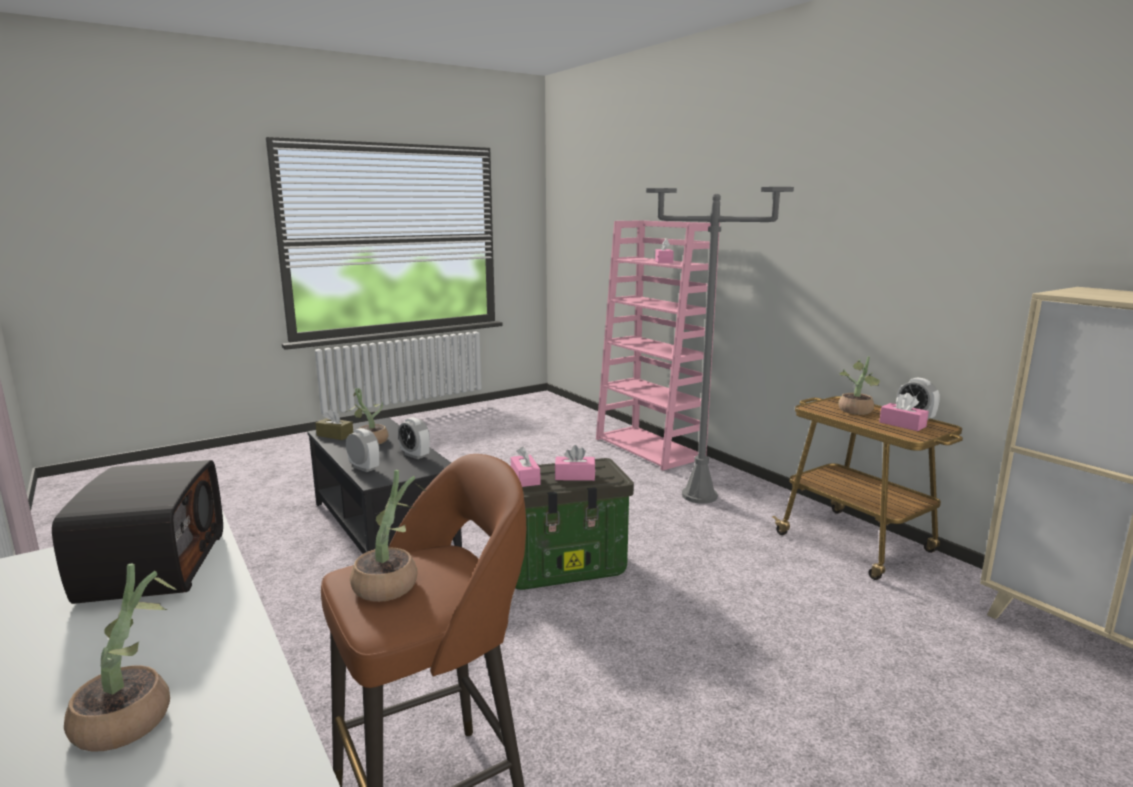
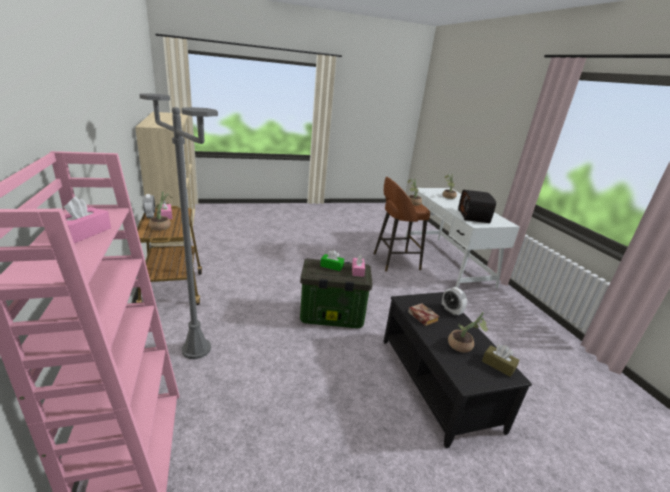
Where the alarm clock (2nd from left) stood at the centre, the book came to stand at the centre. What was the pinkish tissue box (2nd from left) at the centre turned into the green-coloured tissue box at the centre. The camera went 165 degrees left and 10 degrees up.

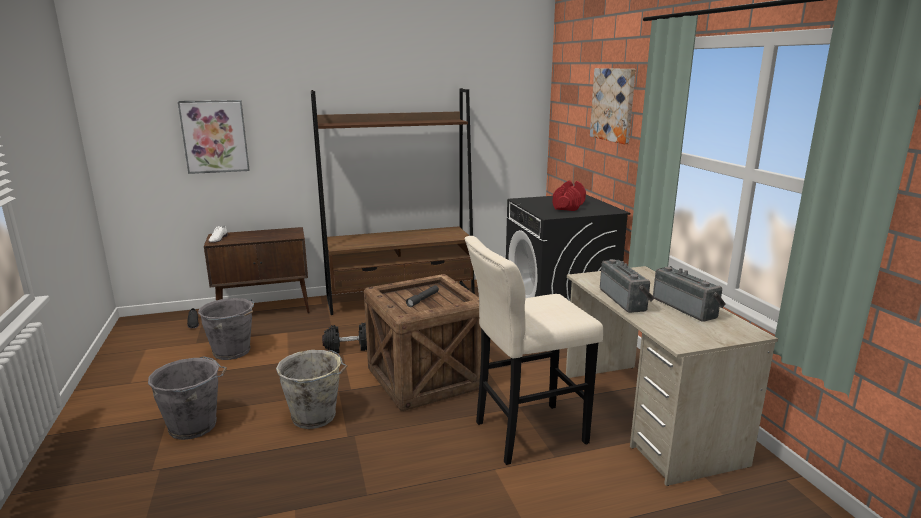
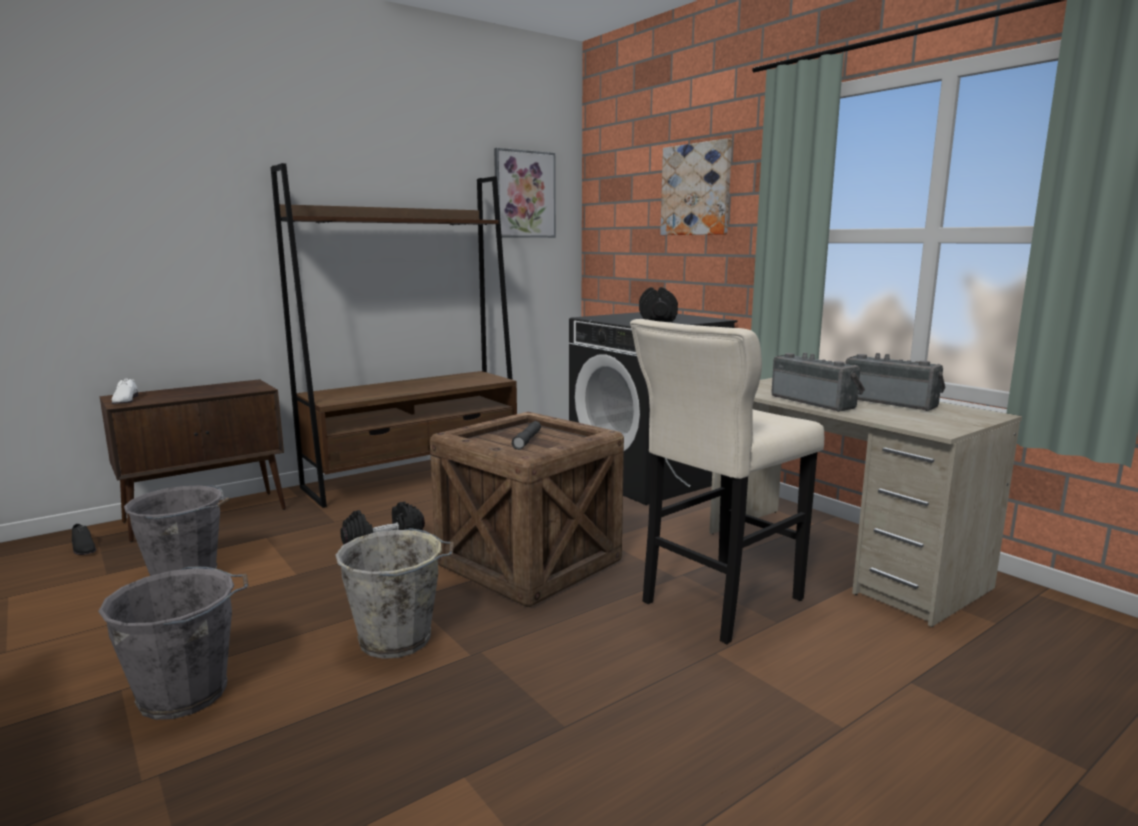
The picture (1st from left) ended up elsewhere, having gone from the top left to the top centre. What was the red-coloured free weight at the centre turned into the black-coloured free weight (2nd from left) at the centre. The camera went 20 degrees left and 5 degrees down.

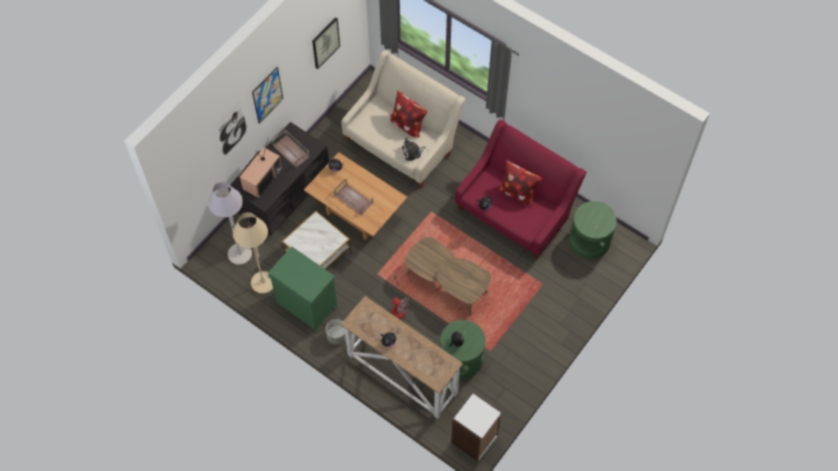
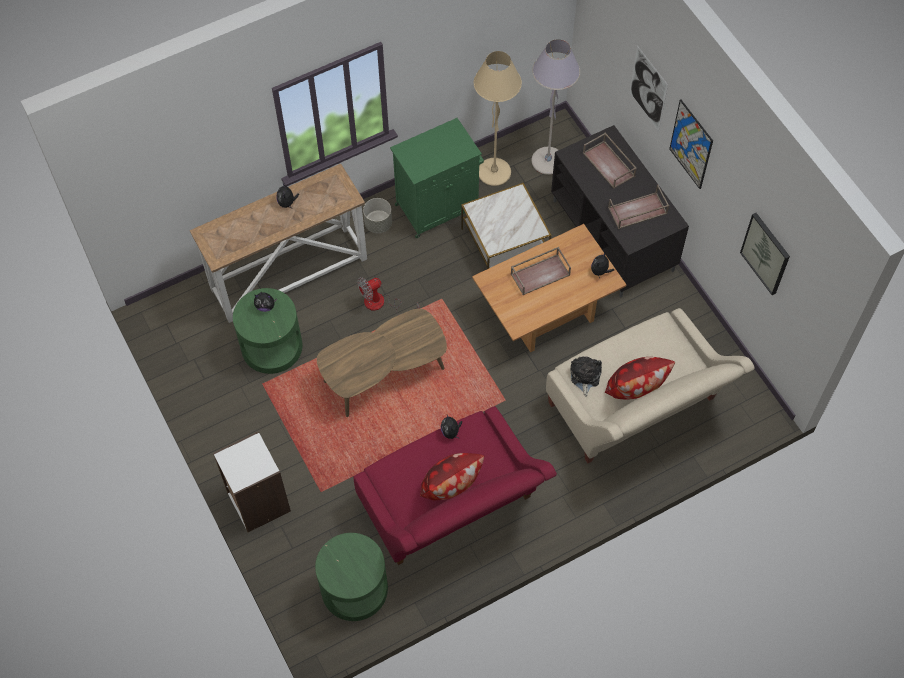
Where the television stood at the middle left, the brownish tray (2nd from left) came to stand at the top right. The white shelving unit ended up elsewhere, having gone from the bottom centre to the bottom left. The camera went 115 degrees right and 0 degrees up.

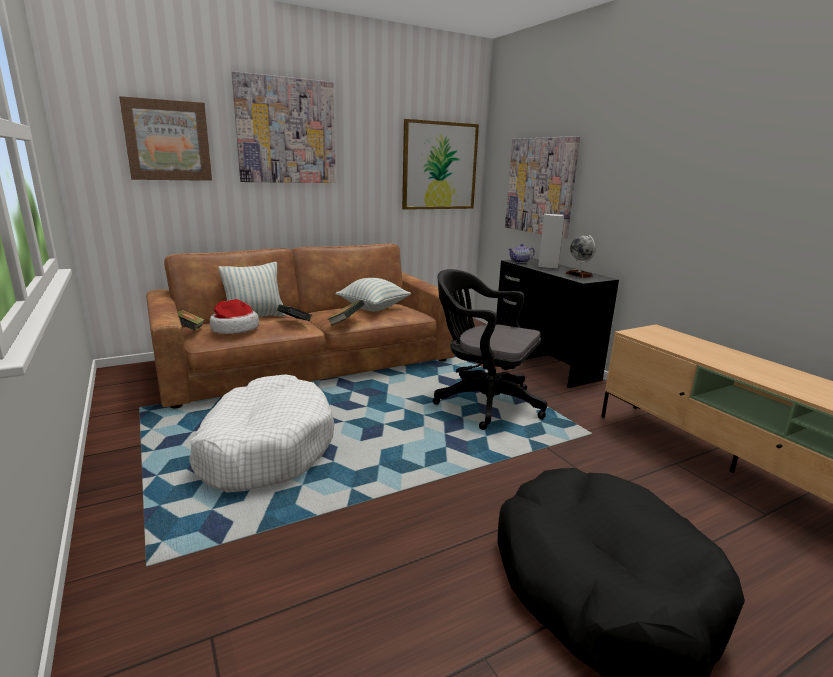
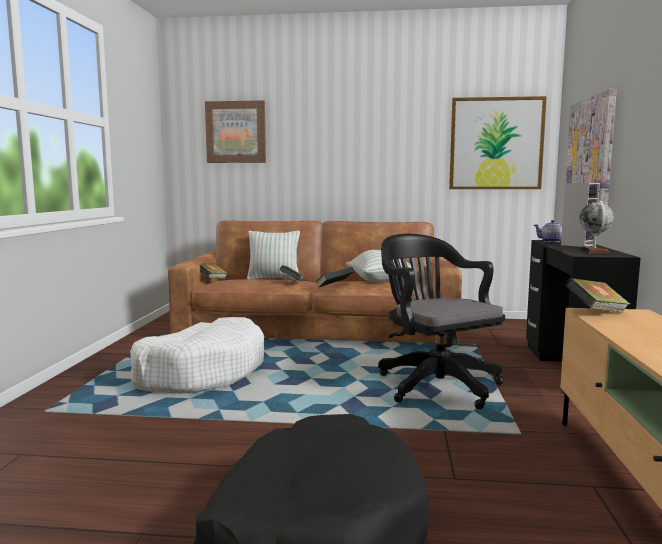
The second view lost the hat at the middle left. The second view lost the picture (2nd from left) at the top centre. The second view gained the book (4th from left) at the middle right. The camera went 35 degrees right and 10 degrees down.

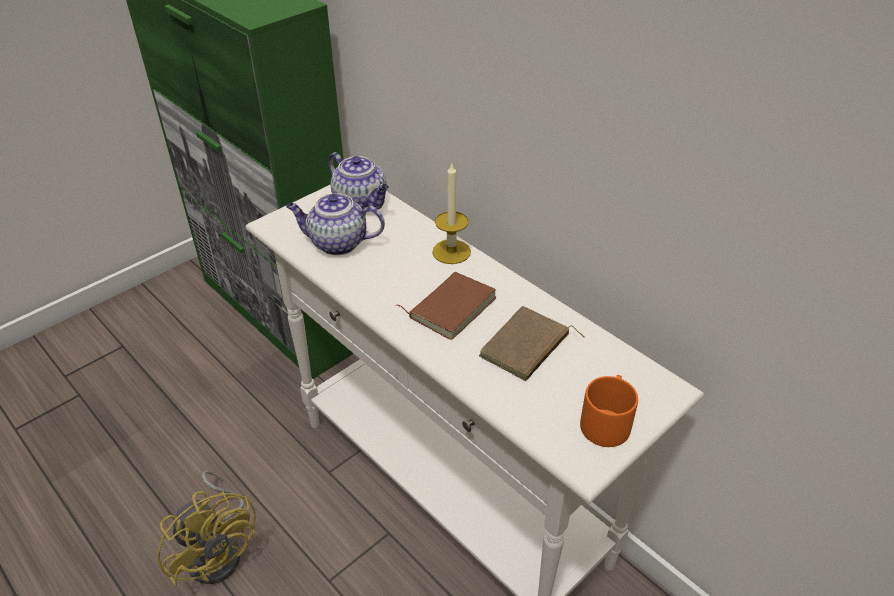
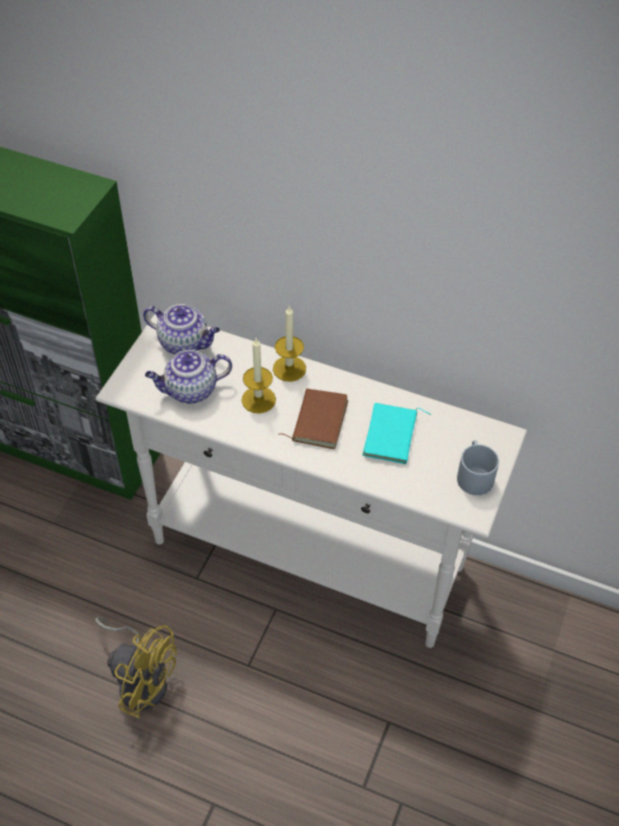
What was the brownish book (2nd from left) at the centre turned into the turquoise book at the centre. What was the orange tea mug at the bottom right turned into the greyish tea mug at the middle right. The second view gained the wax candle (1st from left) at the centre. The camera went 25 degrees left and 10 degrees up.

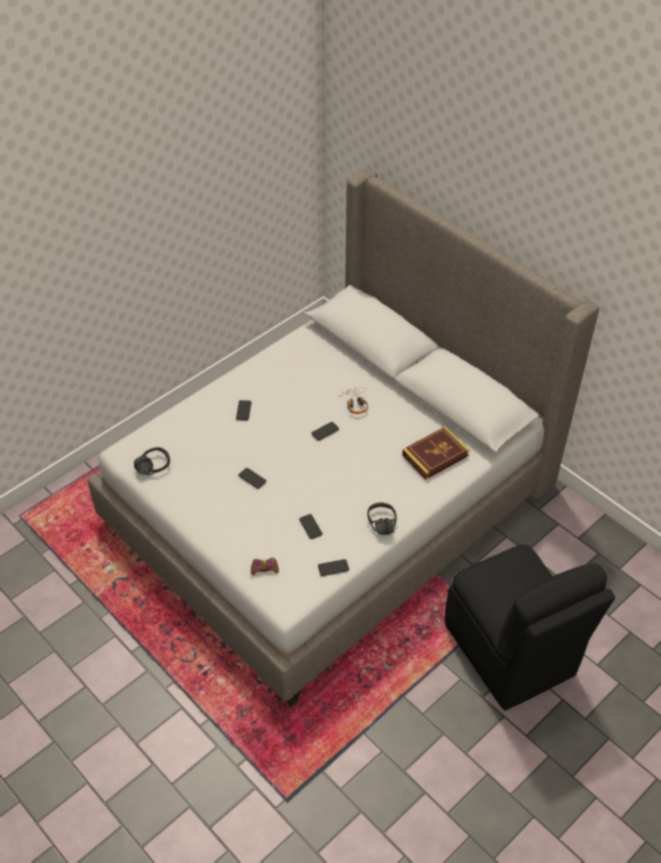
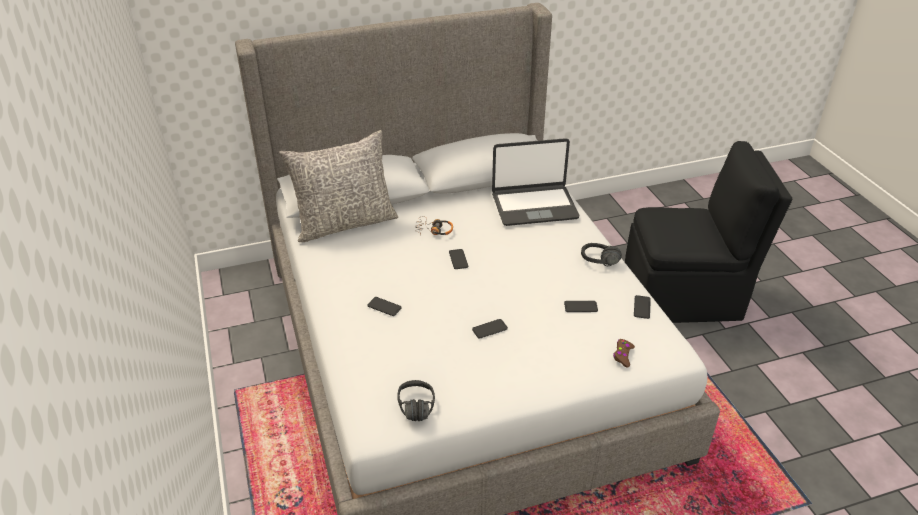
Where the book stood at the centre, the portable computer came to stand at the centre. The second view gained the greyish throw pillow at the centre. The camera went 65 degrees left and 10 degrees down.

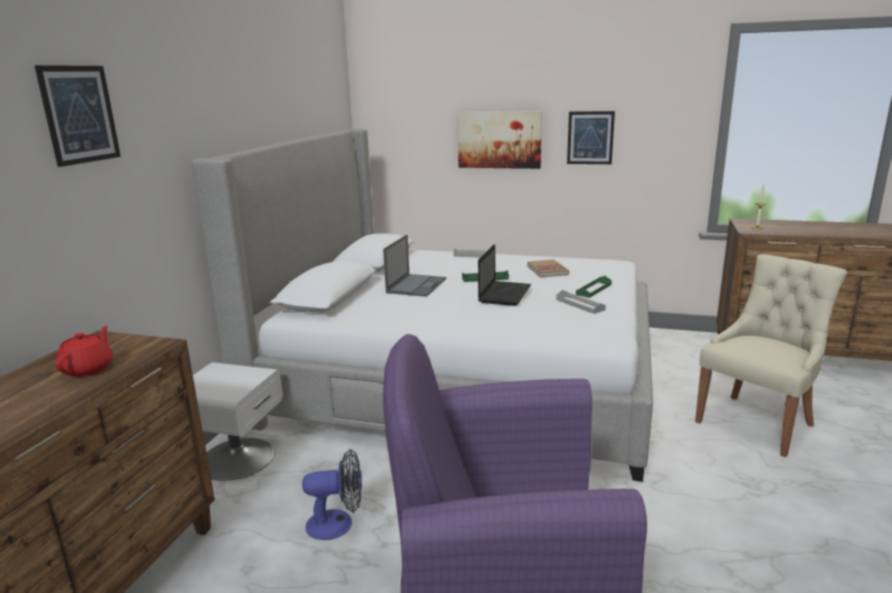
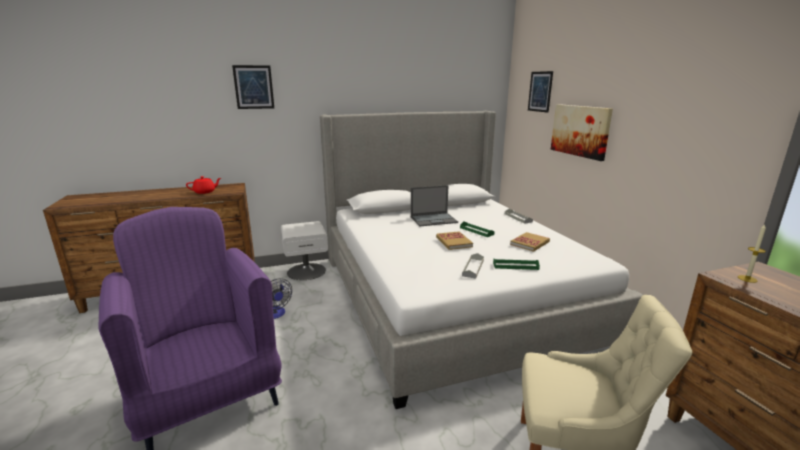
Where the portable computer (2nd from left) stood at the centre, the book (1st from left) came to stand at the centre. The picture (3rd from left in the first image) ended up elsewhere, having gone from the top centre to the top right. The camera went 55 degrees right and 0 degrees up.

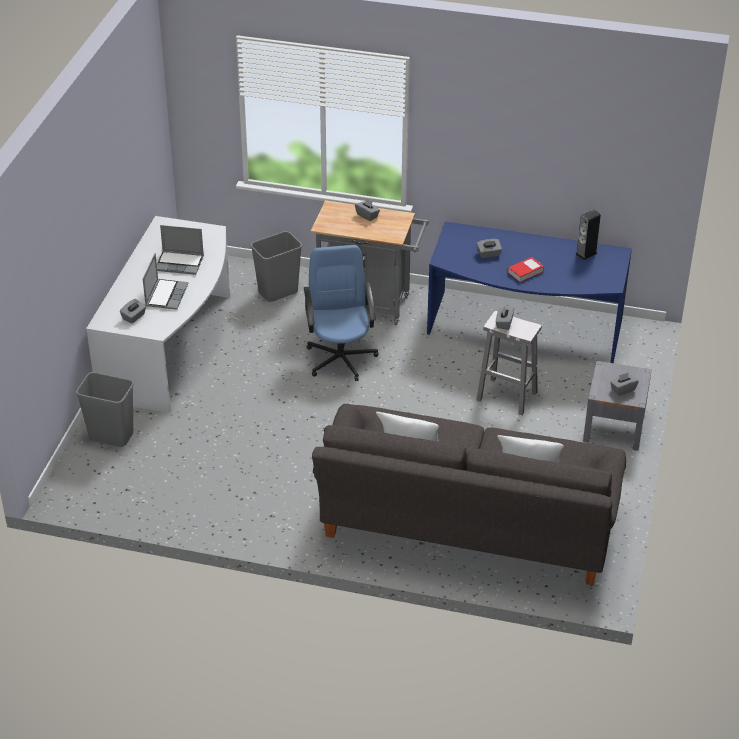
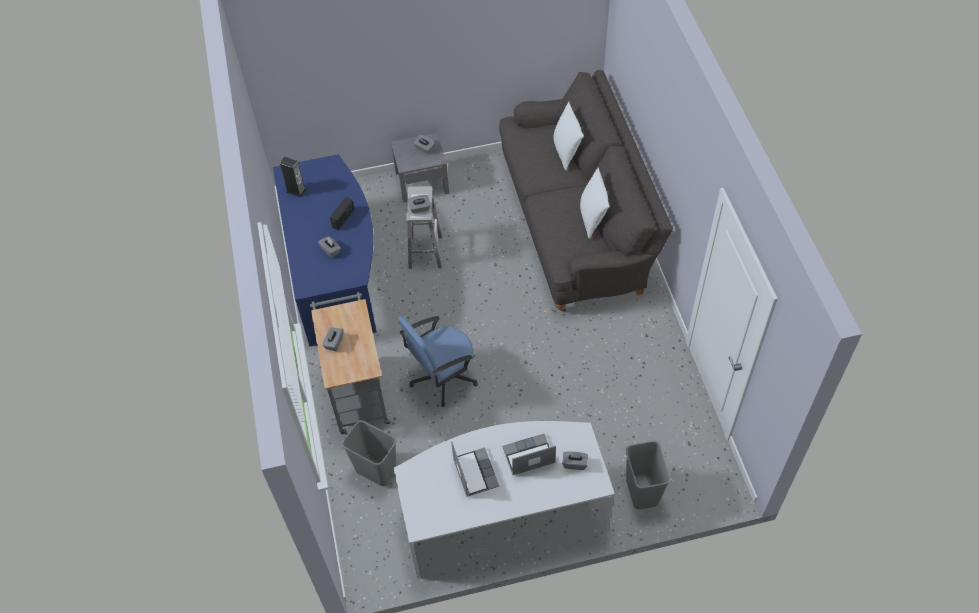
Where the book stood at the middle right, the radio set came to stand at the centre. The camera went 115 degrees left and 15 degrees up.

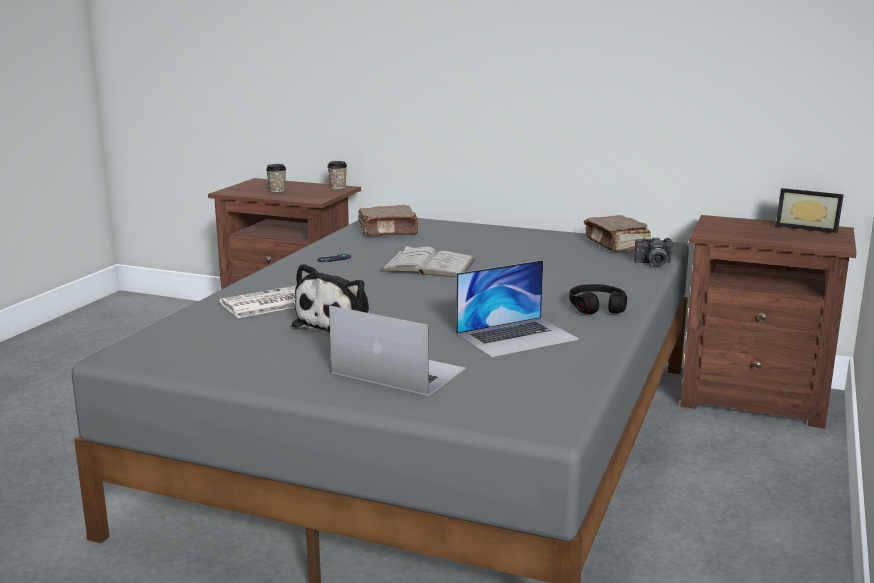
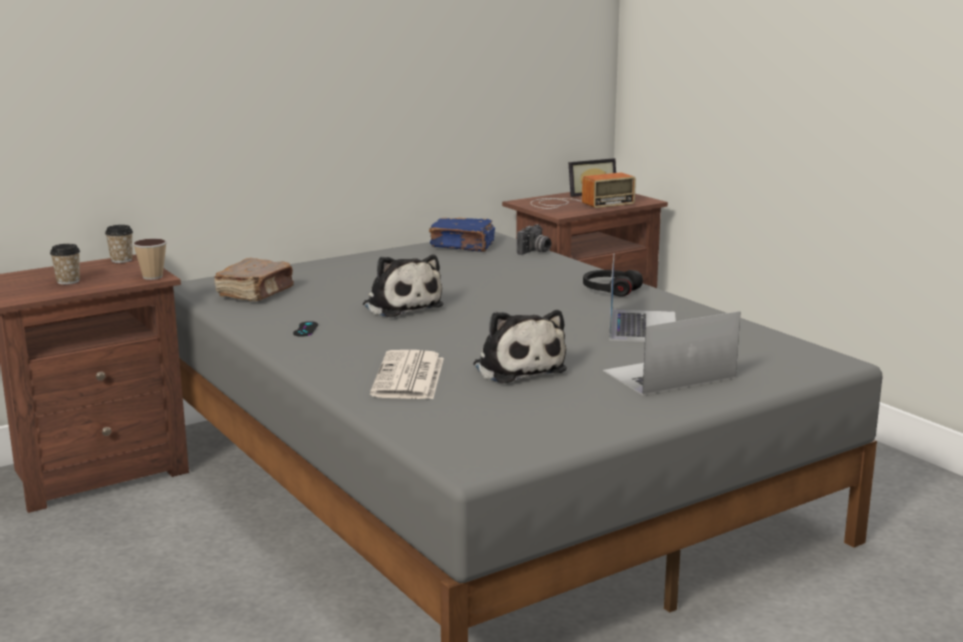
Where the white book stood at the centre, the cuddly toy (1st from left) came to stand at the centre. What was the brownish book (2nd from left) at the middle right turned into the blue-coloured book at the centre. The second view gained the small cup (3rd from left) at the middle left. The second view gained the radio set at the top centre. The camera went 55 degrees left and 0 degrees up.

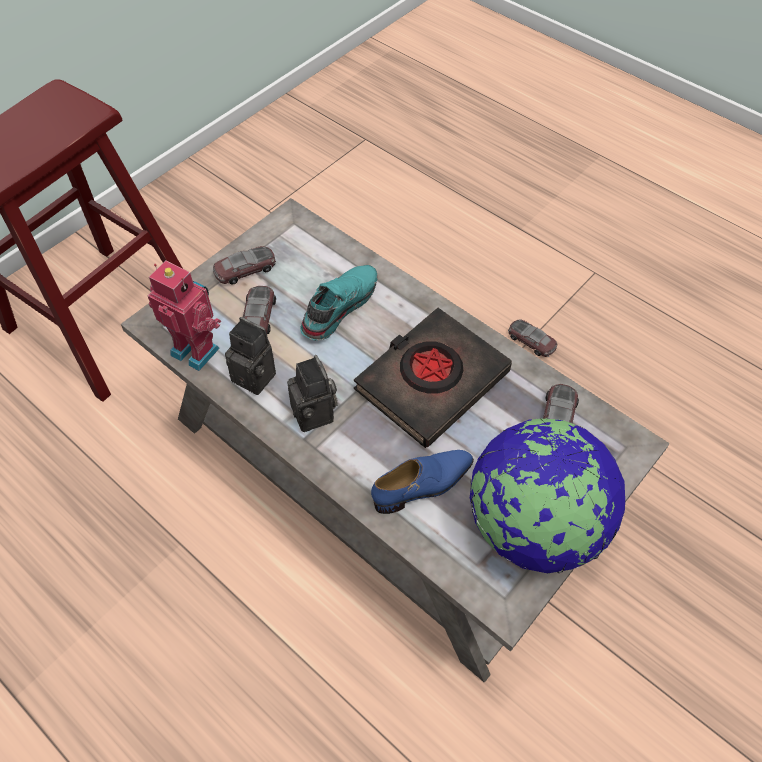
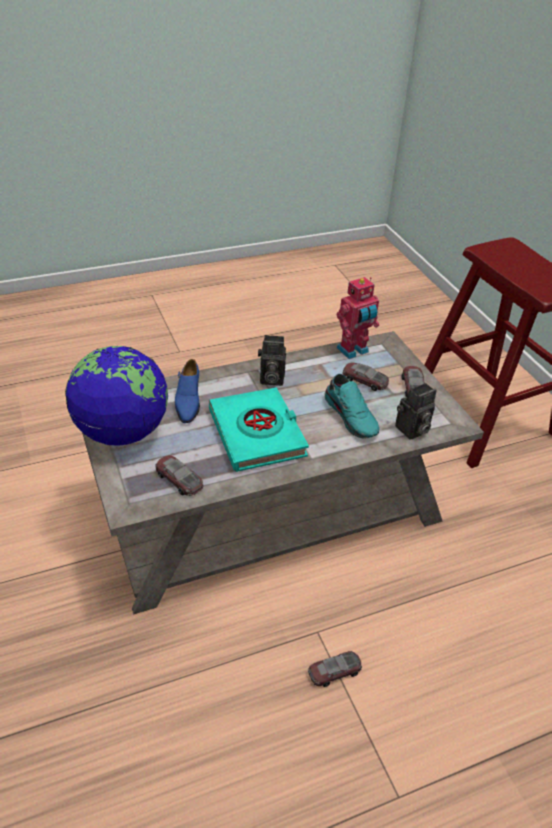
The photo camera (1st from left in the first image) ended up elsewhere, having gone from the middle left to the middle right. What was the black-coloured book at the centre turned into the turquoise book at the centre. The camera went 115 degrees right and 15 degrees down.

